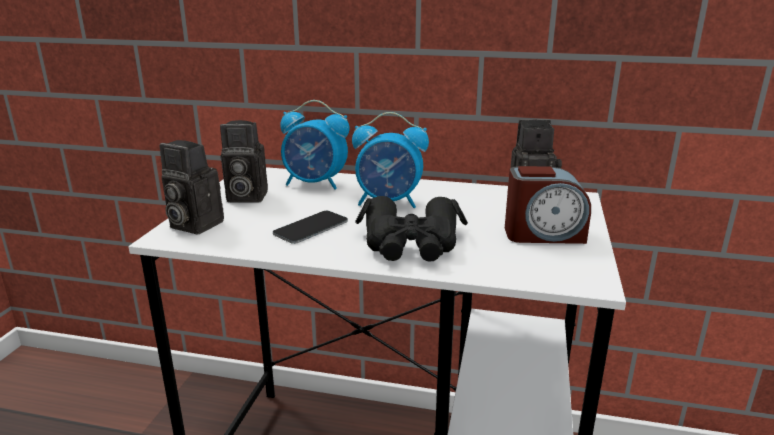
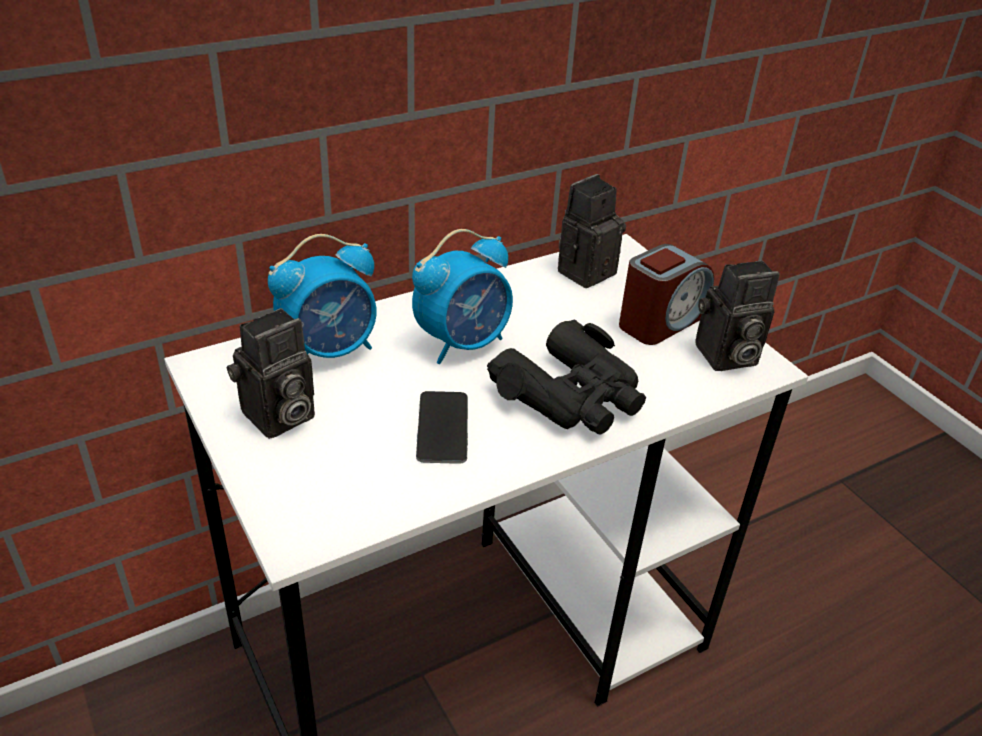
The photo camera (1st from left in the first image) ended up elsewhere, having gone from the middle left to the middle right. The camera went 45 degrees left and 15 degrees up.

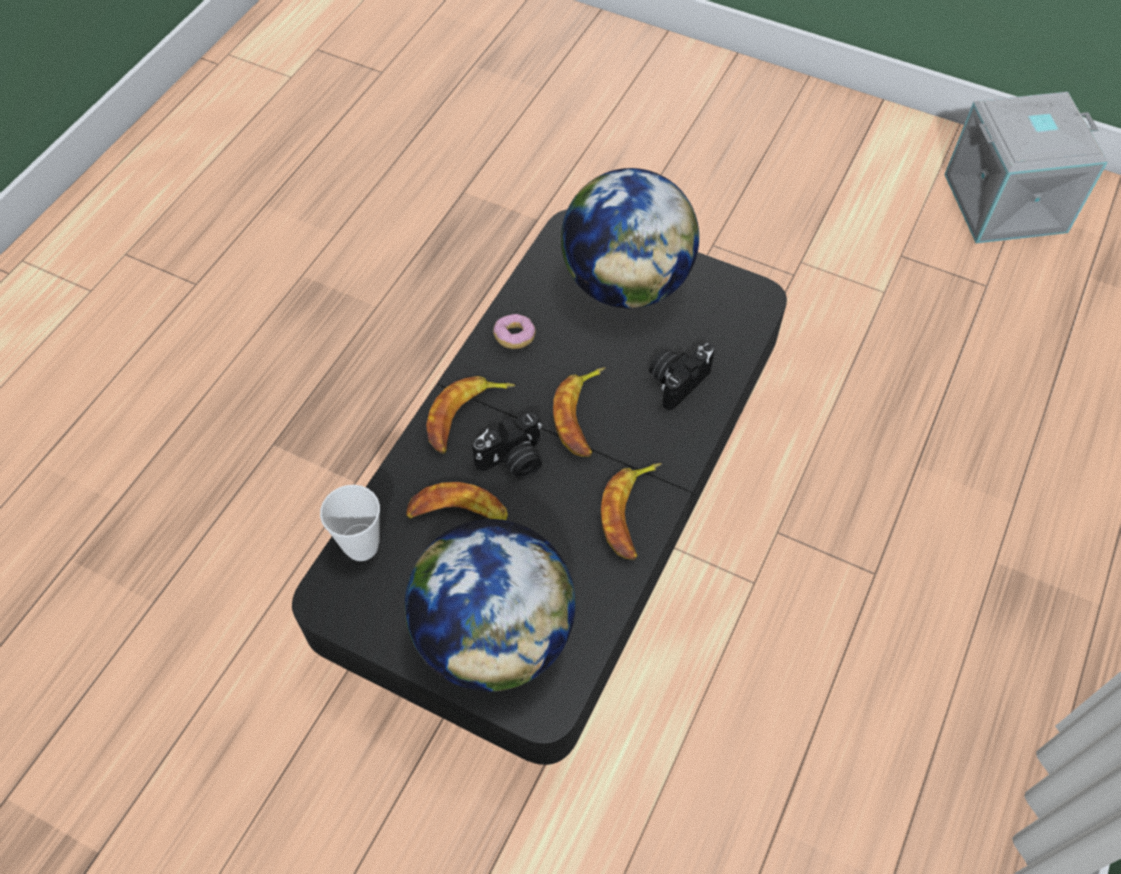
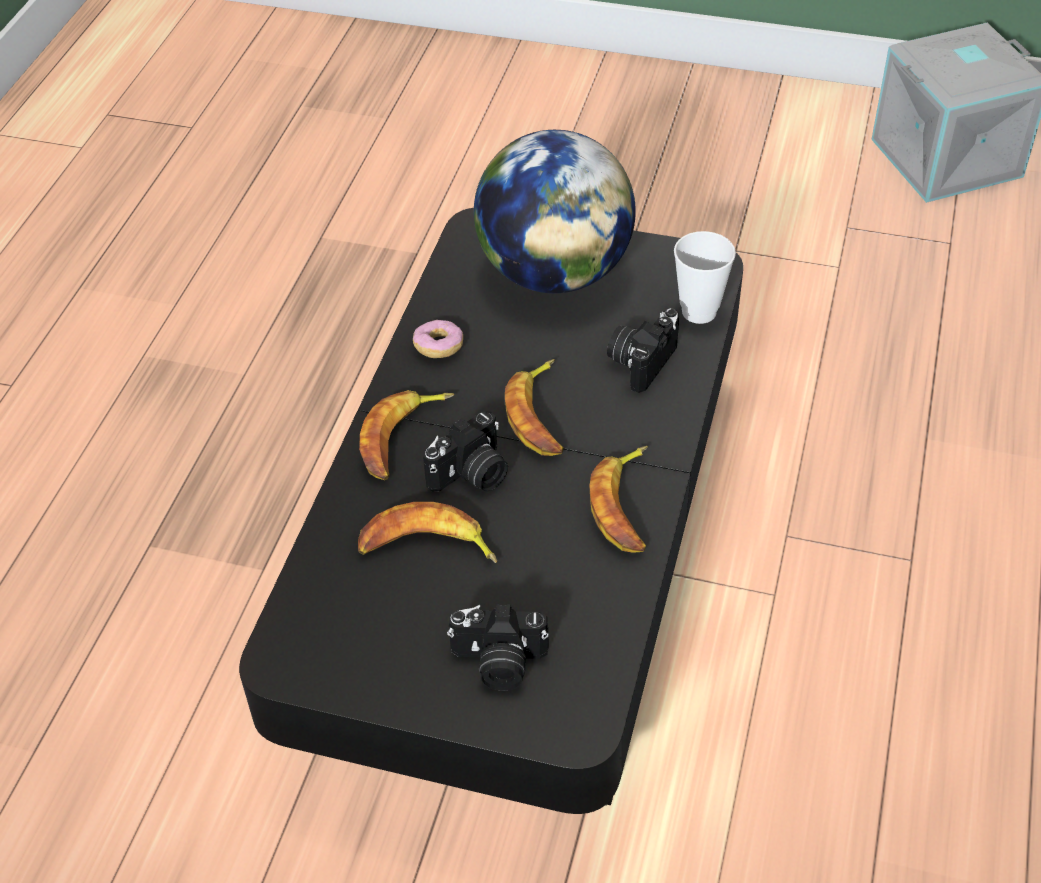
The small cup ended up elsewhere, having gone from the middle left to the top right. Where the world globe (1st from left) stood at the bottom centre, the photo camera (2nd from left) came to stand at the bottom centre. The camera went 10 degrees left and 10 degrees down.

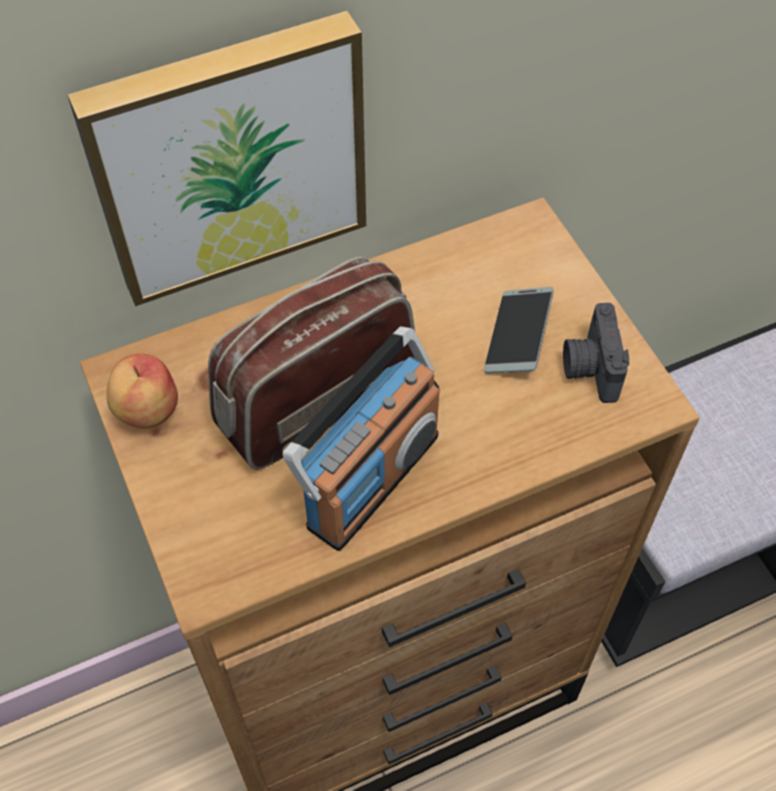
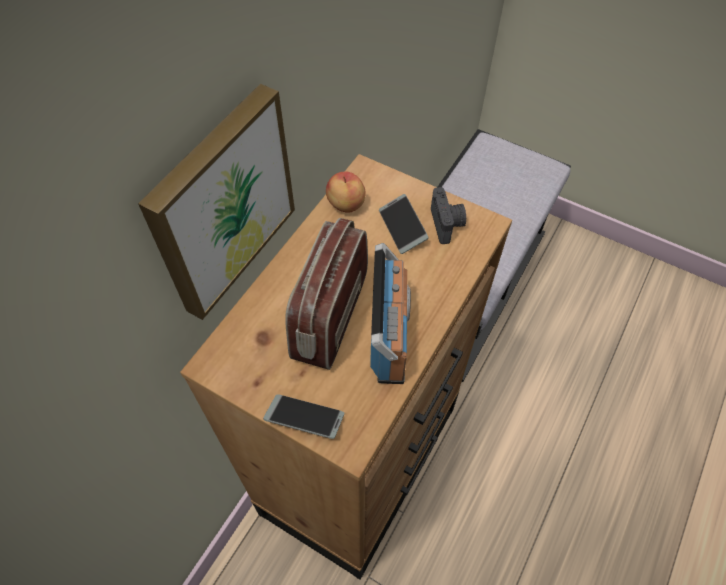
The whole apple ended up elsewhere, having gone from the middle left to the top centre. The photo camera at the middle right ended up facing another way, 150 degrees counterclockwise from before. The second view gained the telephone (1st from left) at the bottom centre. The camera went 35 degrees left and 0 degrees up.

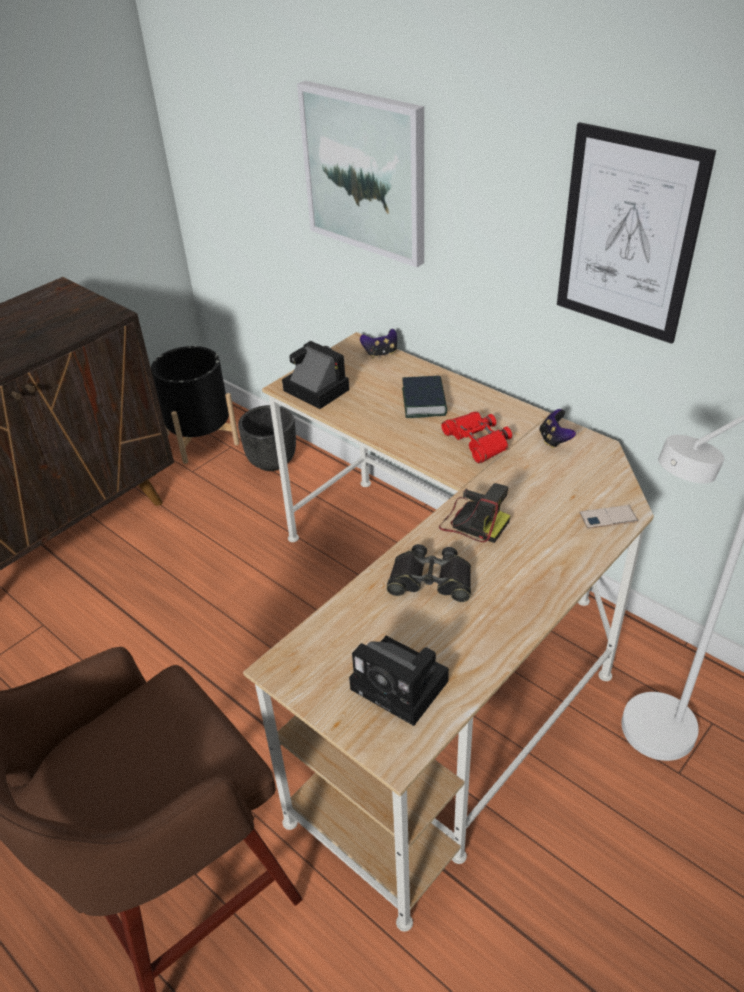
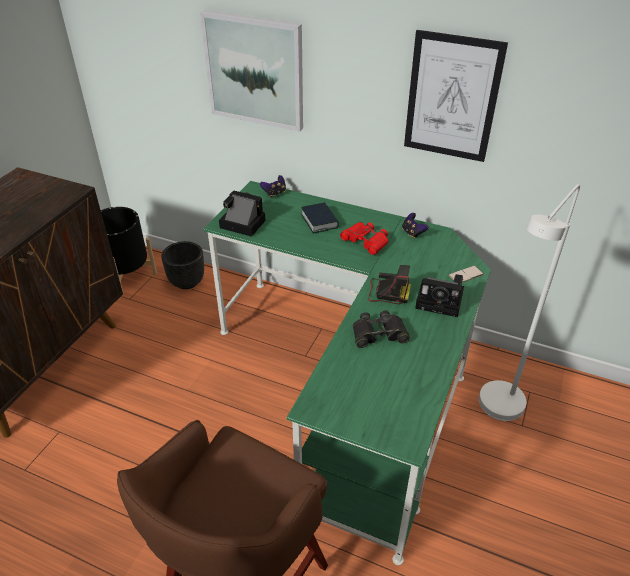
What was the sand-coloured desk at the centre turned into the green-coloured desk at the centre. The photo camera (2nd from left in the first image) ended up elsewhere, having gone from the bottom centre to the middle right. The camera went 20 degrees left and 0 degrees up.

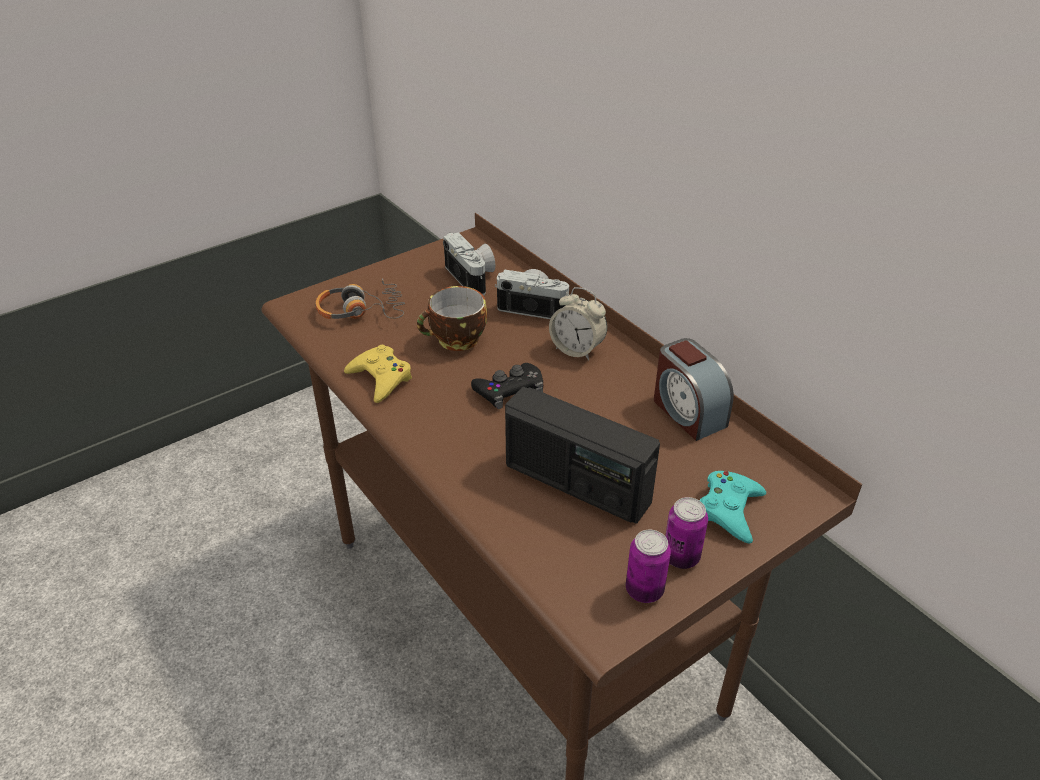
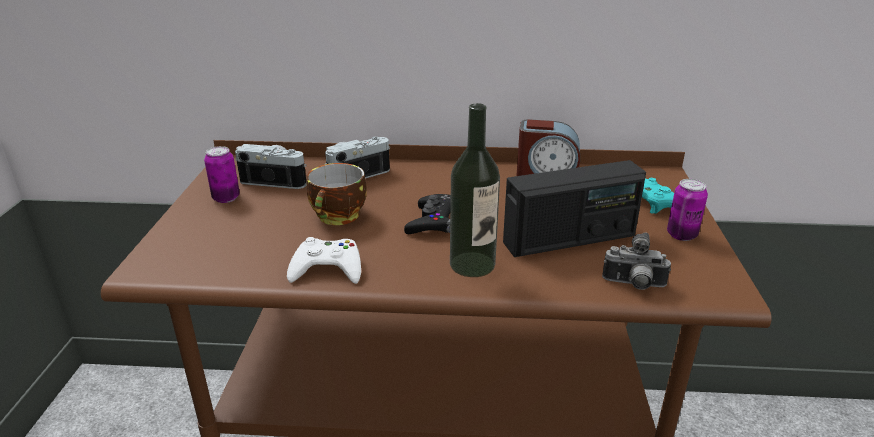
The second view lost the headphones at the centre. What was the yellow joypad at the centre turned into the white joypad at the centre. The second view lost the alarm clock (1st from left) at the centre. The metal can (1st from left) ended up elsewhere, having gone from the bottom centre to the middle left. The second view gained the drink bottle at the centre. The second view gained the photo camera (3rd from left) at the middle right. The camera went 50 degrees left and 10 degrees down.

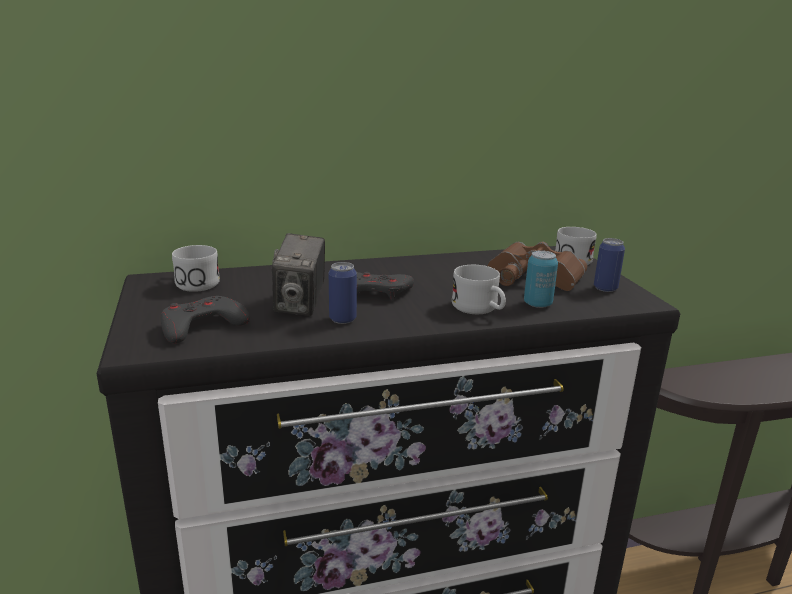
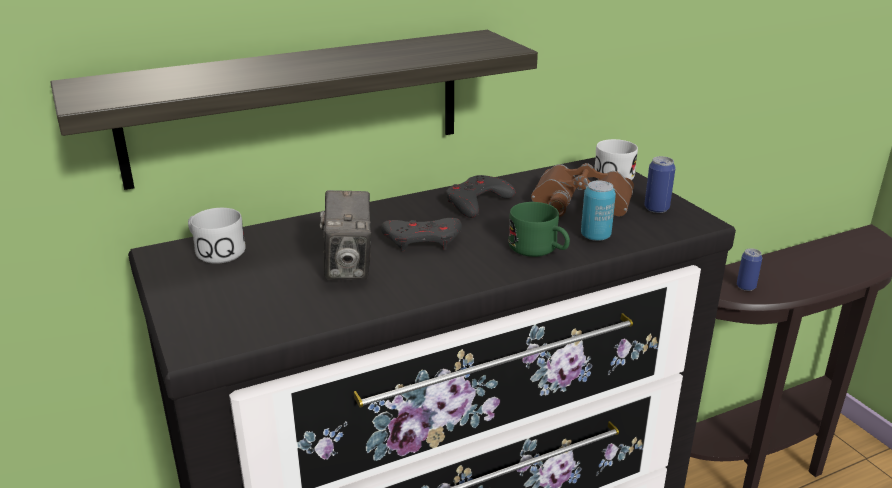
The greyish joypad (1st from left in the first image) ended up elsewhere, having gone from the middle left to the centre. The metal can (1st from left in the first image) ended up elsewhere, having gone from the centre to the middle right. What was the white tea mug (2nd from left) at the centre turned into the green-coloured tea mug at the centre. The second view gained the bracket shelf at the top left. The camera went 10 degrees left and 5 degrees up.

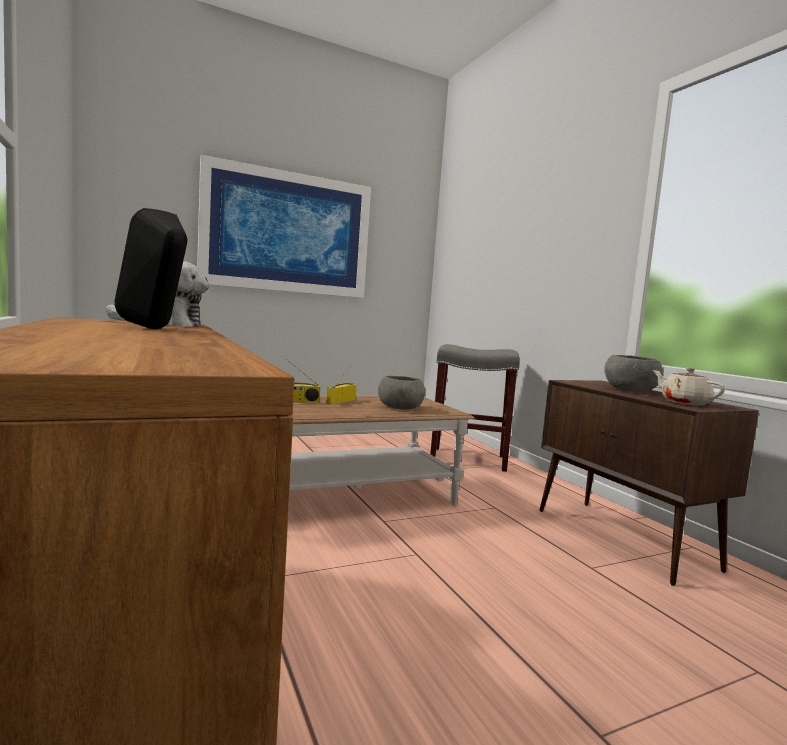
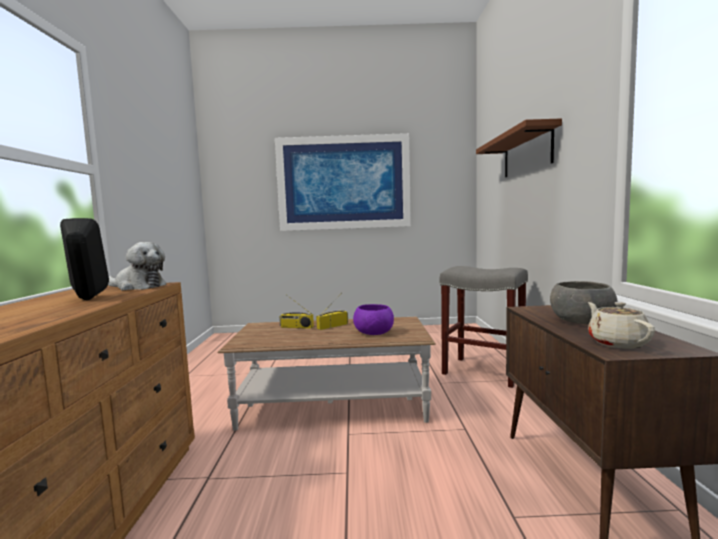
What was the greyish deep dish (1st from left) at the centre turned into the purplish deep dish at the centre. The second view gained the brownish bracket shelf at the top right. The camera went 25 degrees right and 0 degrees up.

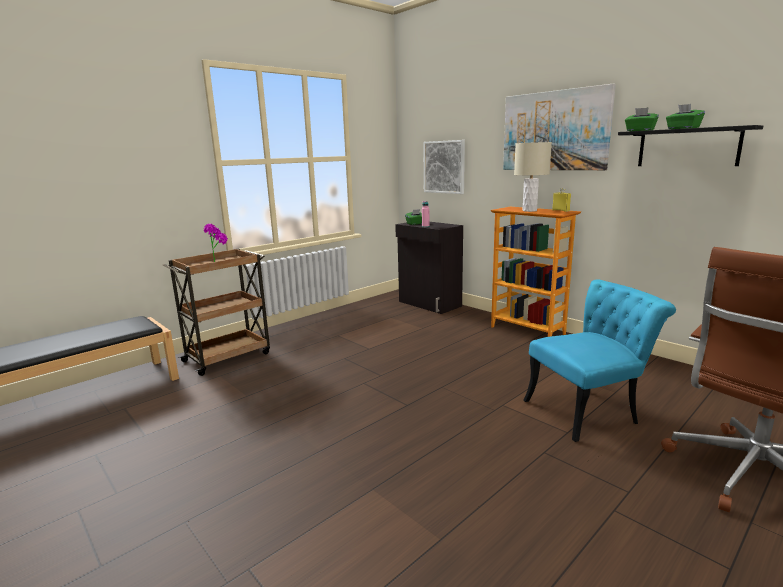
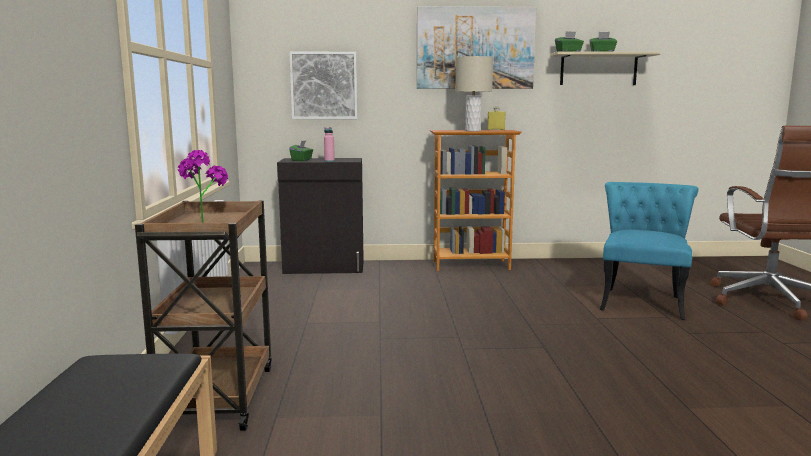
What was the black-coloured bracket shelf at the top right turned into the sand-coloured bracket shelf at the top right. The camera went 50 degrees left and 5 degrees down.

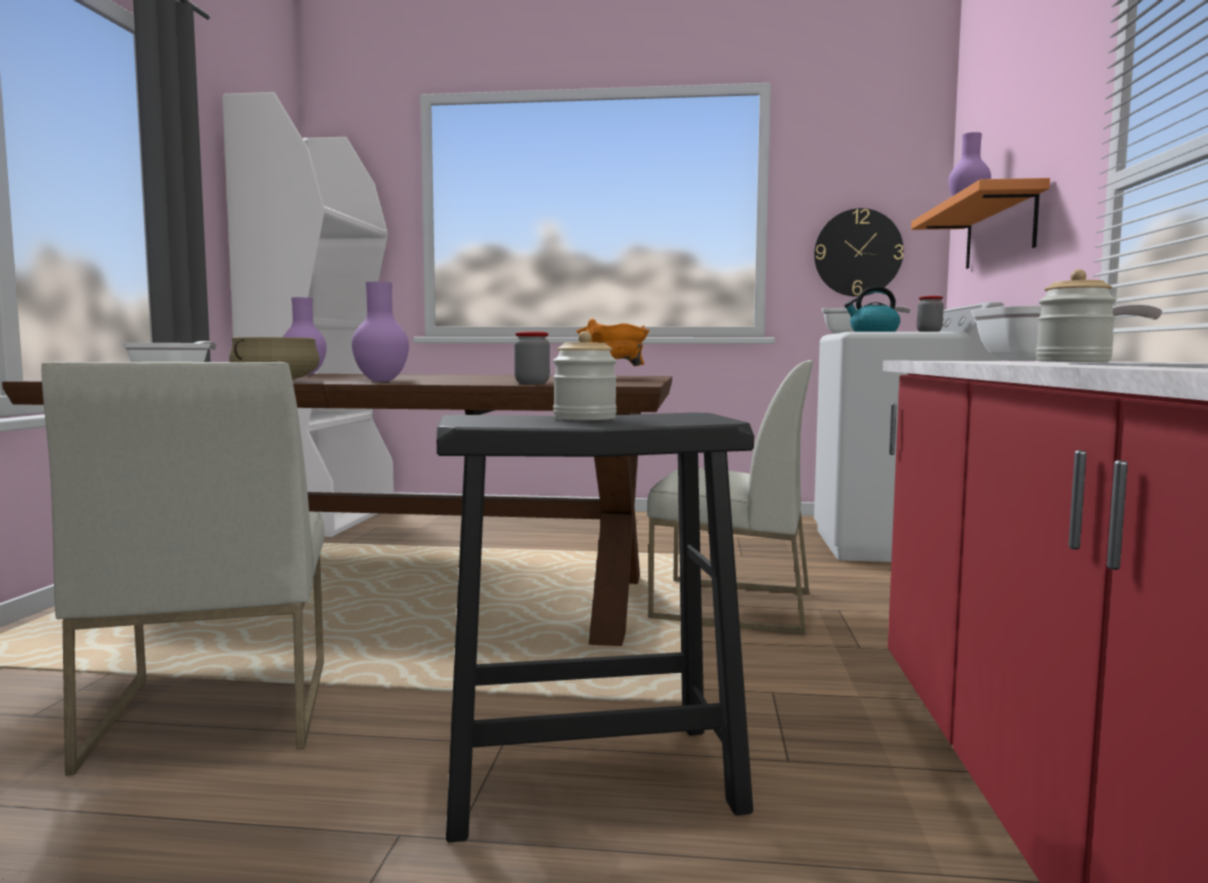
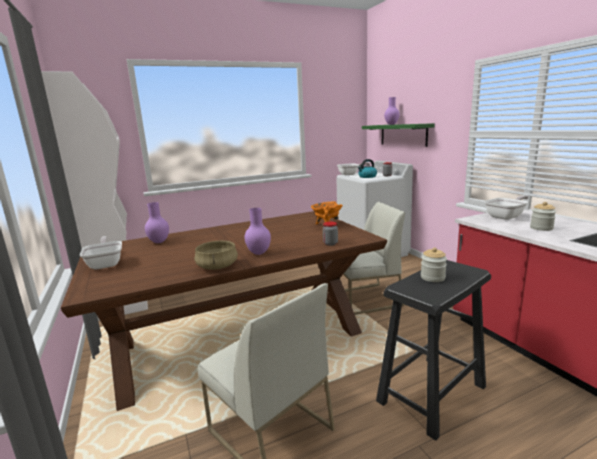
The second view lost the wall clock at the top right. What was the orange bracket shelf at the top right turned into the green-coloured bracket shelf at the top right. The camera went 30 degrees left and 10 degrees up.

